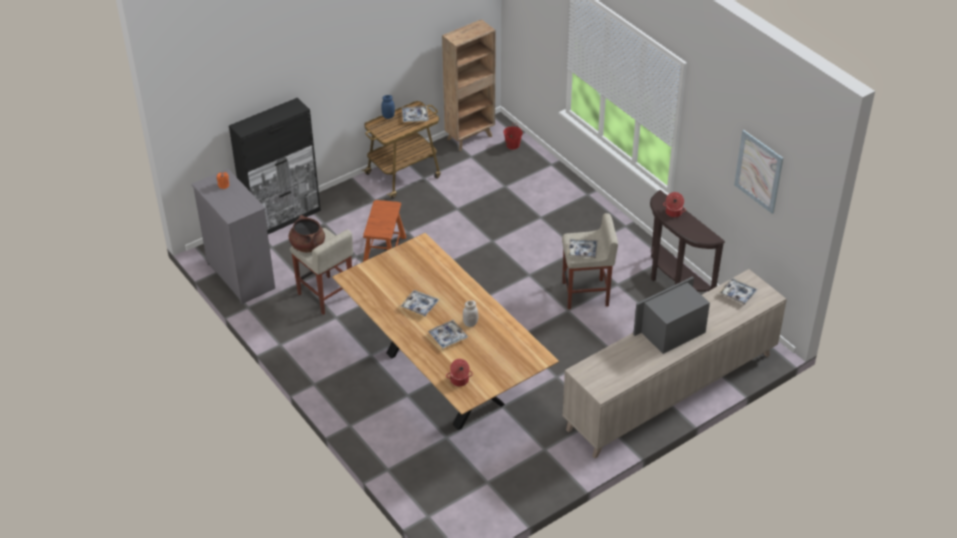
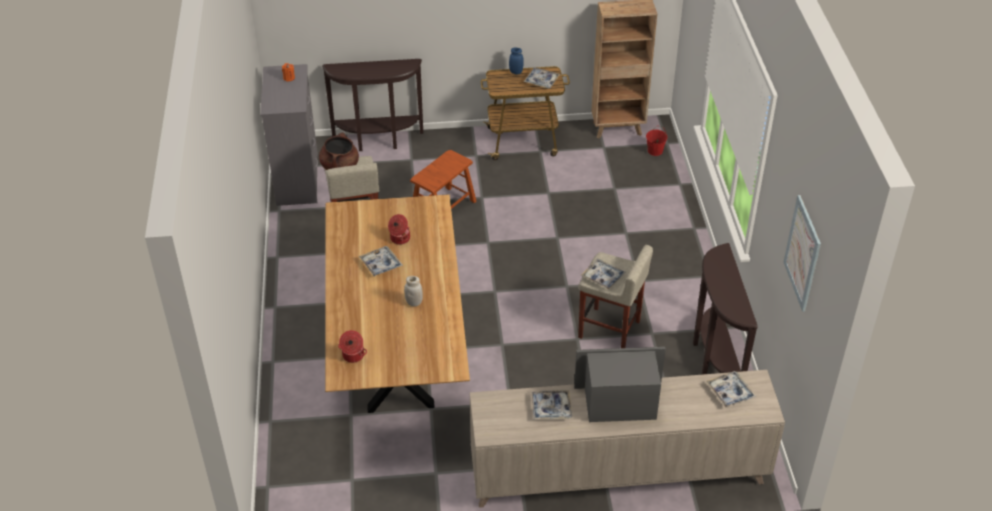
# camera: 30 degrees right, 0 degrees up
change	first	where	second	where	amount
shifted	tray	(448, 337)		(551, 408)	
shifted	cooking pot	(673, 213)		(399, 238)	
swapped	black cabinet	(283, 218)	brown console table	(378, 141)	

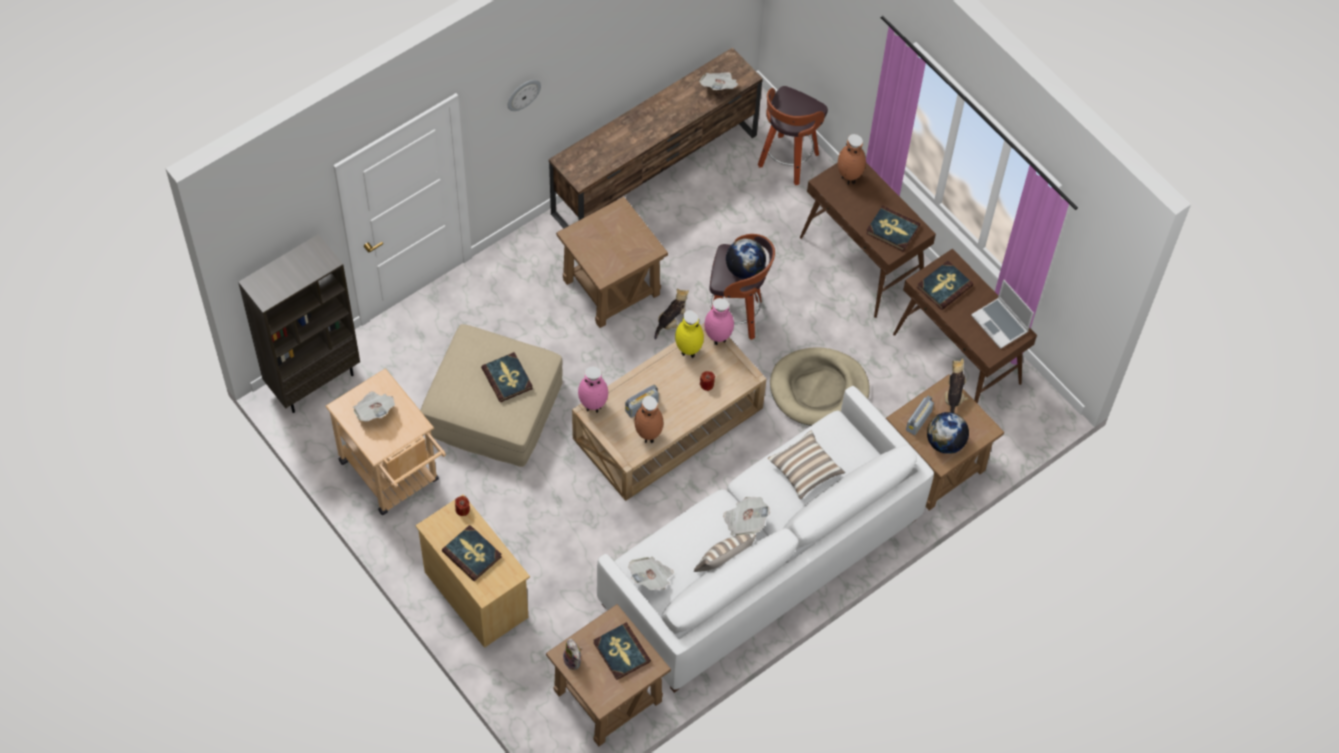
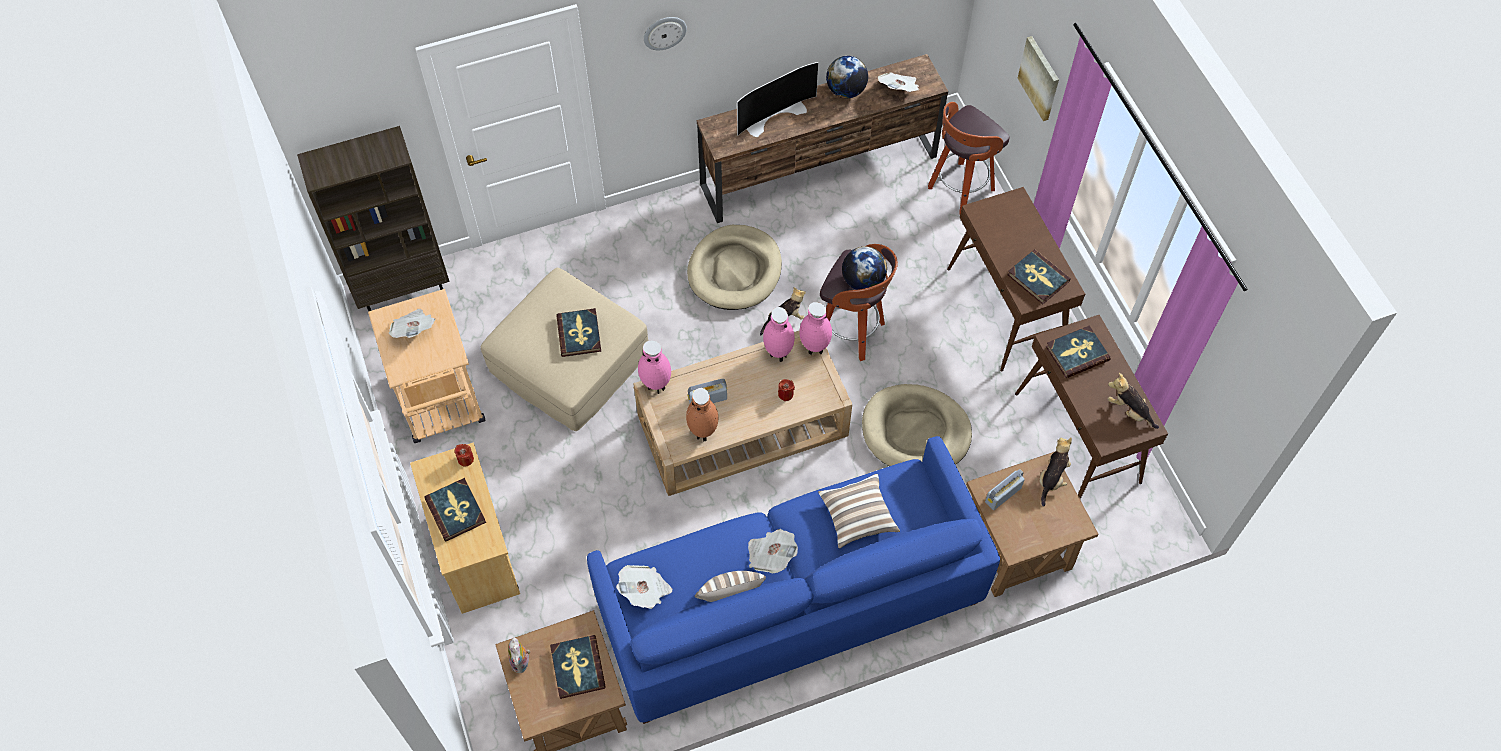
# camera: 20 degrees right, 0 degrees up
change	first	where	second	where	amount
gone	brown vase	(849, 178)			
new			television	(774, 114)	
new			picture	(1040, 78)	
shifted	globe	(945, 443)		(846, 91)	
swapped	brown side table	(611, 286)	beige dog bed	(735, 270)	
swapped	laptop	(1000, 324)	plush toy	(1129, 411)	
repainted	white sofa	(760, 561)	blue sofa	(789, 602)	
repainted	yellow vase	(687, 352)	pink vase	(777, 354)	

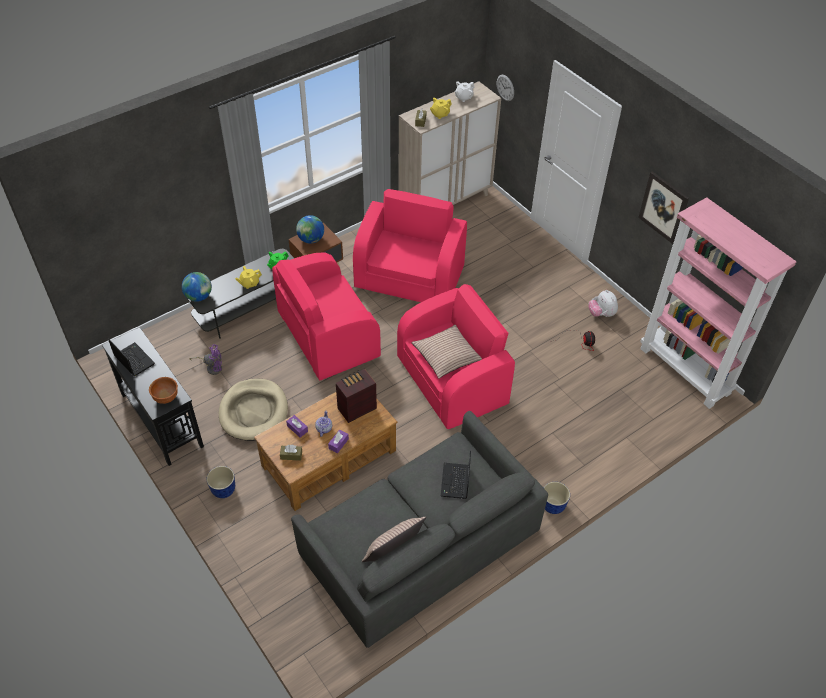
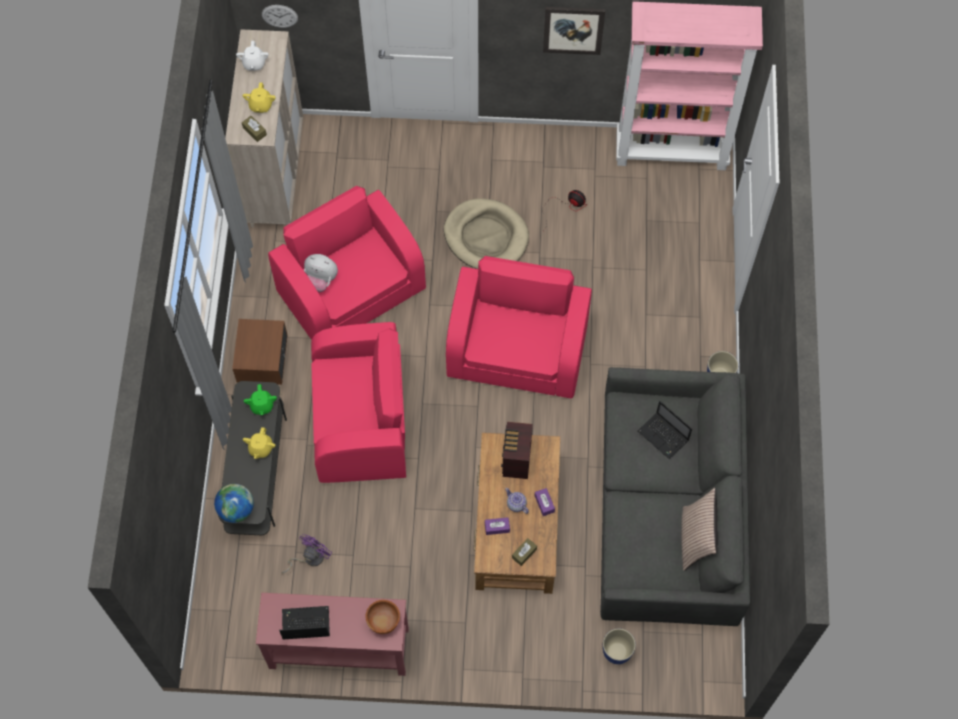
# camera: 50 degrees left, 15 degrees up
change	first	where	second	where	amount
gone	globe	(311, 239)			
gone	pillow	(446, 356)			
shifted	planter	(223, 490)		(616, 652)	
shifted	beige dog bed	(254, 412)		(486, 237)	
shifted	plush toy	(601, 314)		(320, 280)	
repainted	black console table	(161, 419)	red console table	(338, 648)	
rotated	pink armchair	(327, 335)		(362, 421)	105 degrees counterclockwise

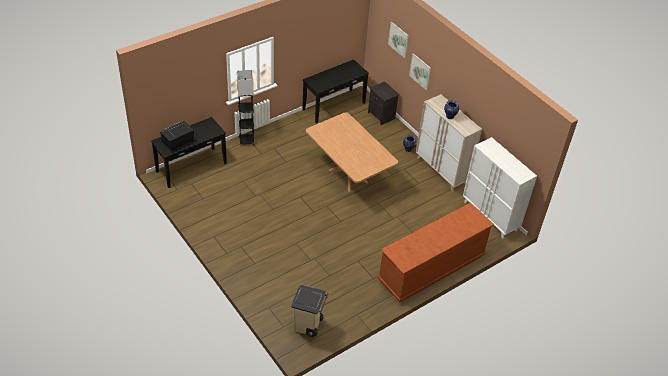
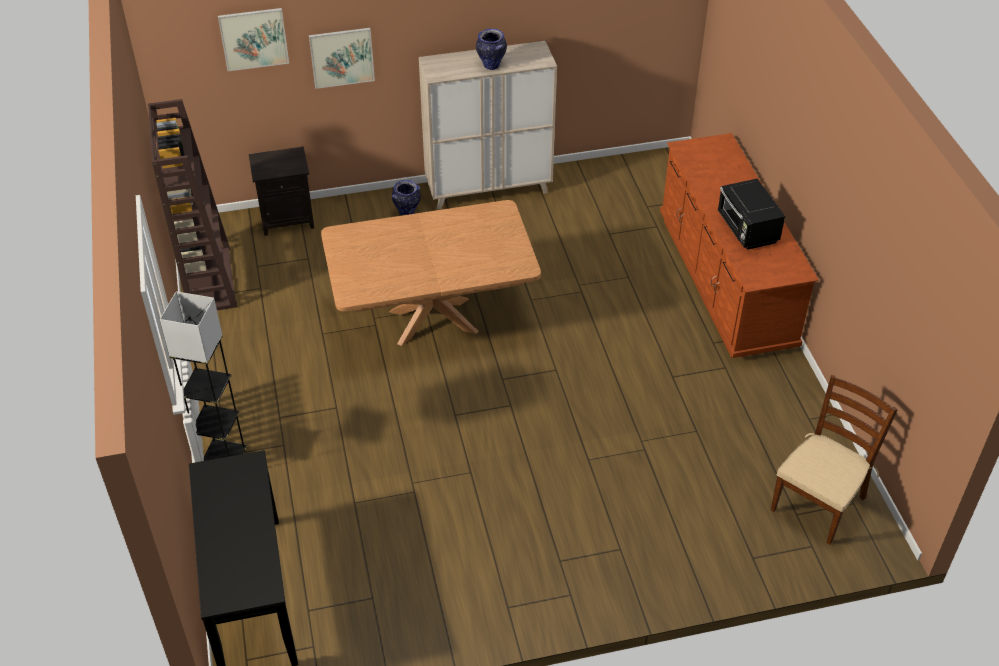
# camera: 65 degrees left, 0 degrees up
change	first	where	second	where	amount
gone	white cabinet	(490, 216)			
shifted	black microwave	(177, 143)		(747, 230)	
swapped	beige trash can	(308, 325)	brown chair	(818, 503)	
swapped	black console table	(333, 106)	brown bookcase	(209, 280)	

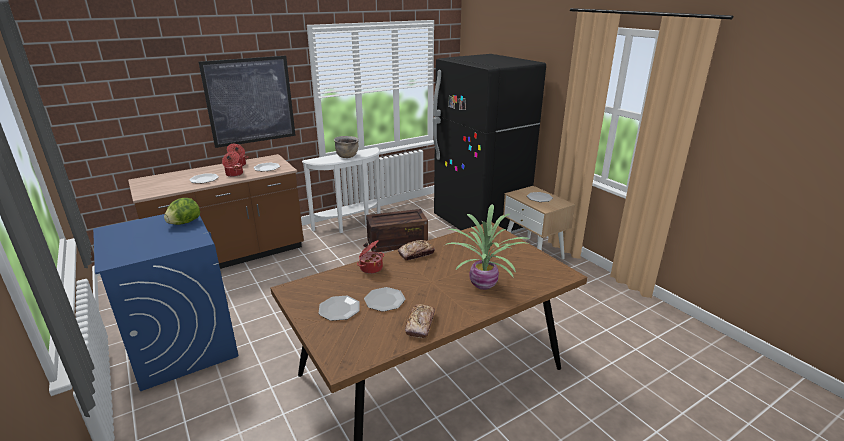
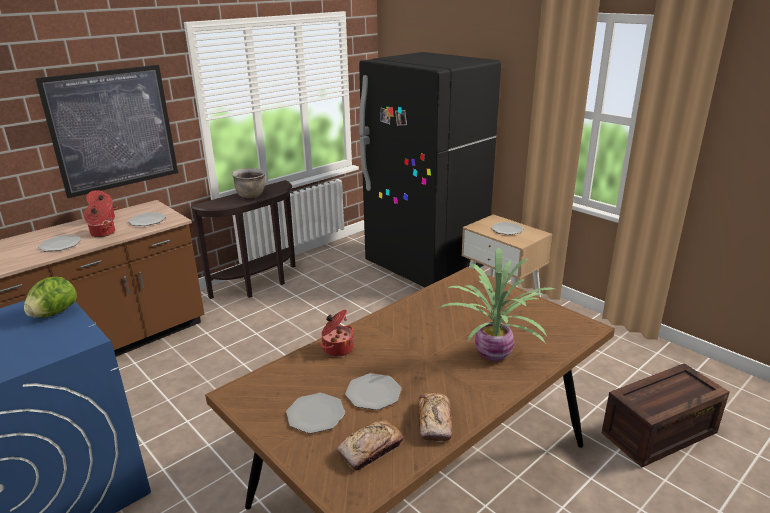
# camera: 10 degrees left, 0 degrees up
change	first	where	second	where	amount
shifted	crate	(396, 243)		(659, 434)	
shifted	bread	(416, 254)		(371, 450)	
repainted	white console table	(350, 225)	brown console table	(260, 285)	

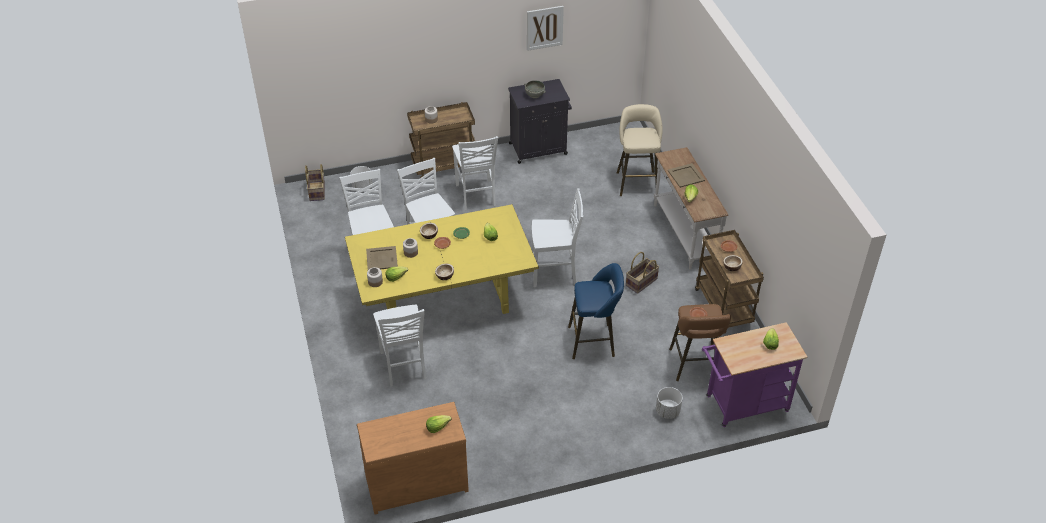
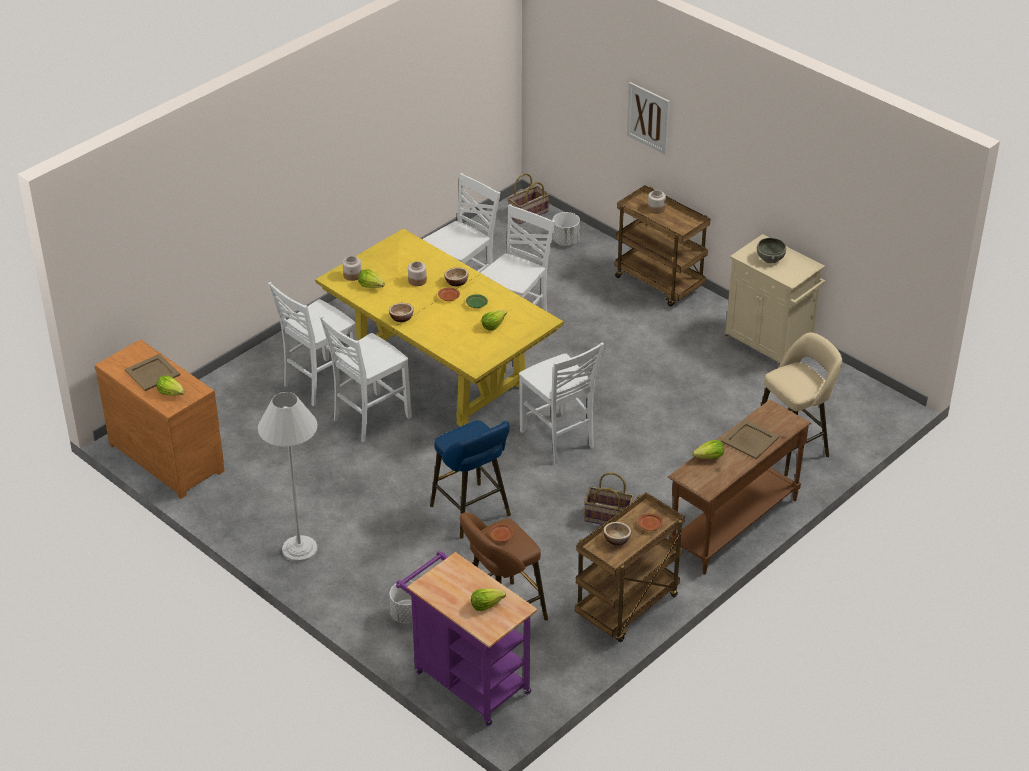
# camera: 60 degrees right, 5 degrees down
change	first	where	second	where	amount
new			white floor lamp	(299, 549)	
shifted	beige tray	(381, 258)		(152, 372)	
shifted	white chair	(476, 196)		(369, 418)	
shifted	picture	(544, 27)		(648, 118)	
repainted	black cabinet	(539, 149)	beige cabinet	(770, 343)	
repainted	white console table	(683, 234)	brown console table	(732, 525)	

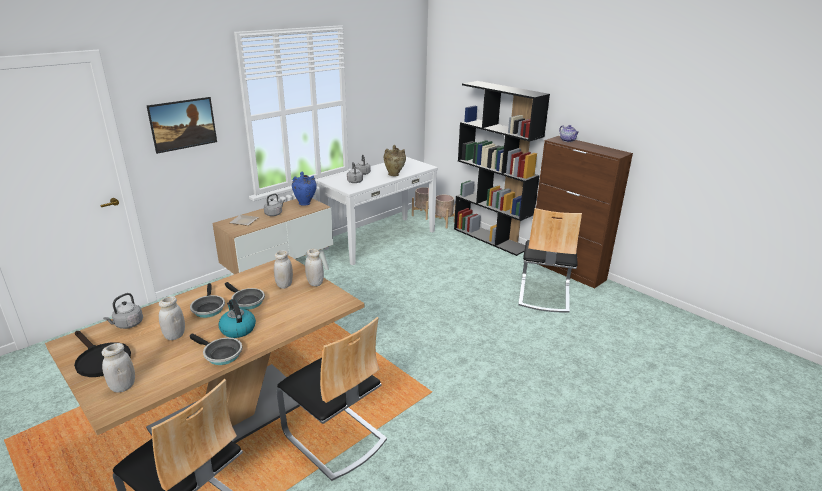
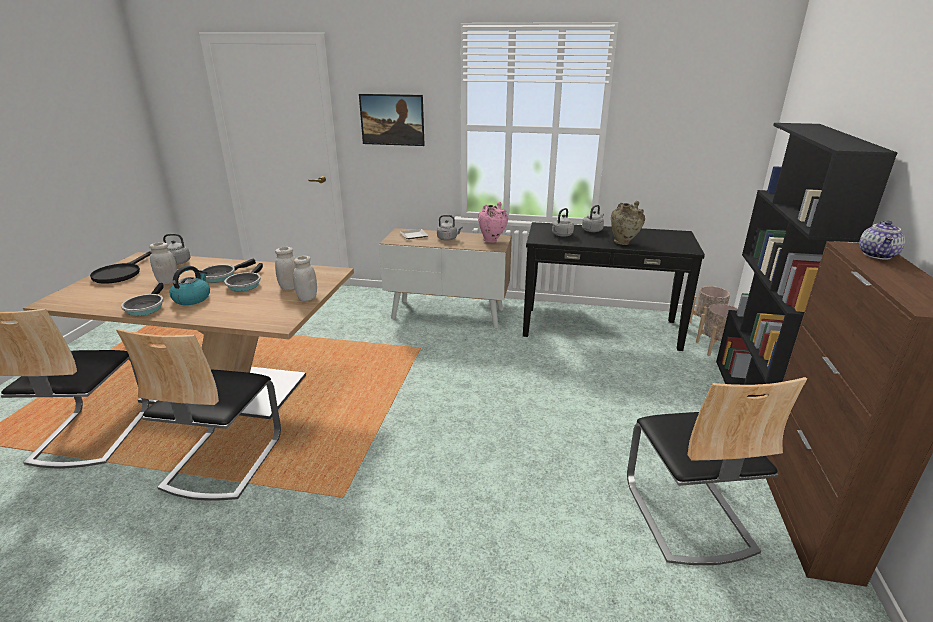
# camera: 55 degrees right, 0 degrees up
change	first	where	second	where	amount
gone	white jar	(123, 386)			
repainted	blue vase	(305, 203)	pink vase	(492, 240)	
repainted	white console table	(380, 239)	black console table	(600, 328)	
rotated	chair	(543, 294)		(687, 515)	75 degrees counterclockwise

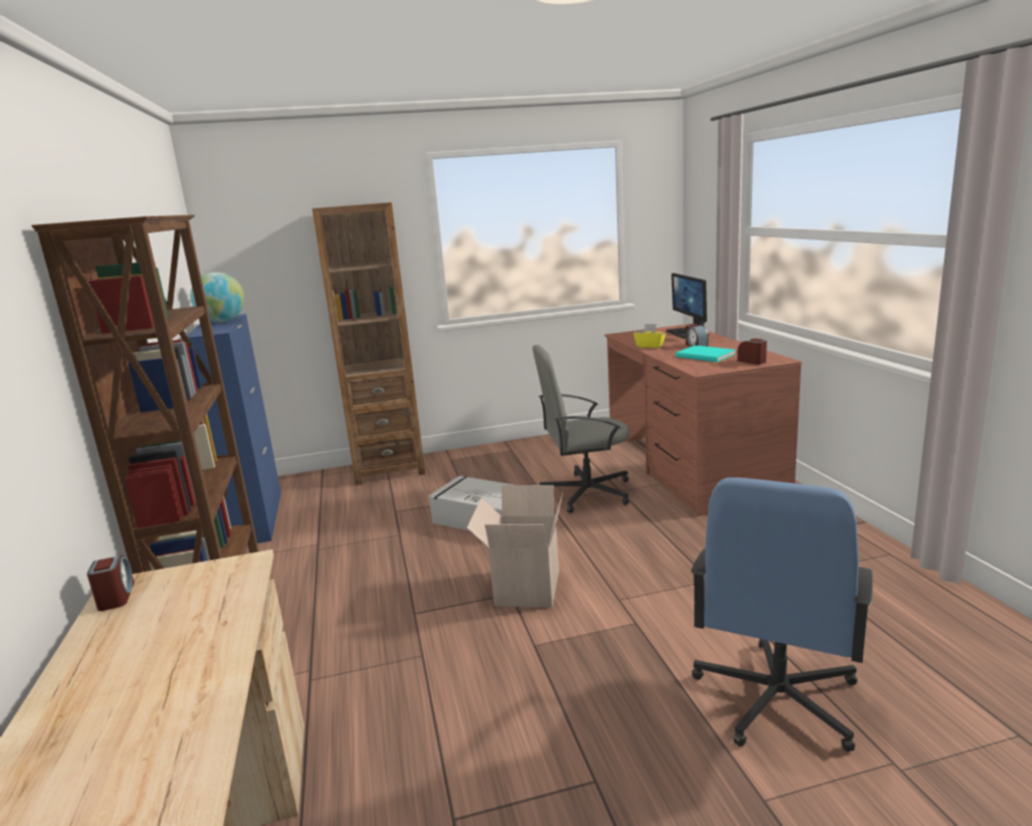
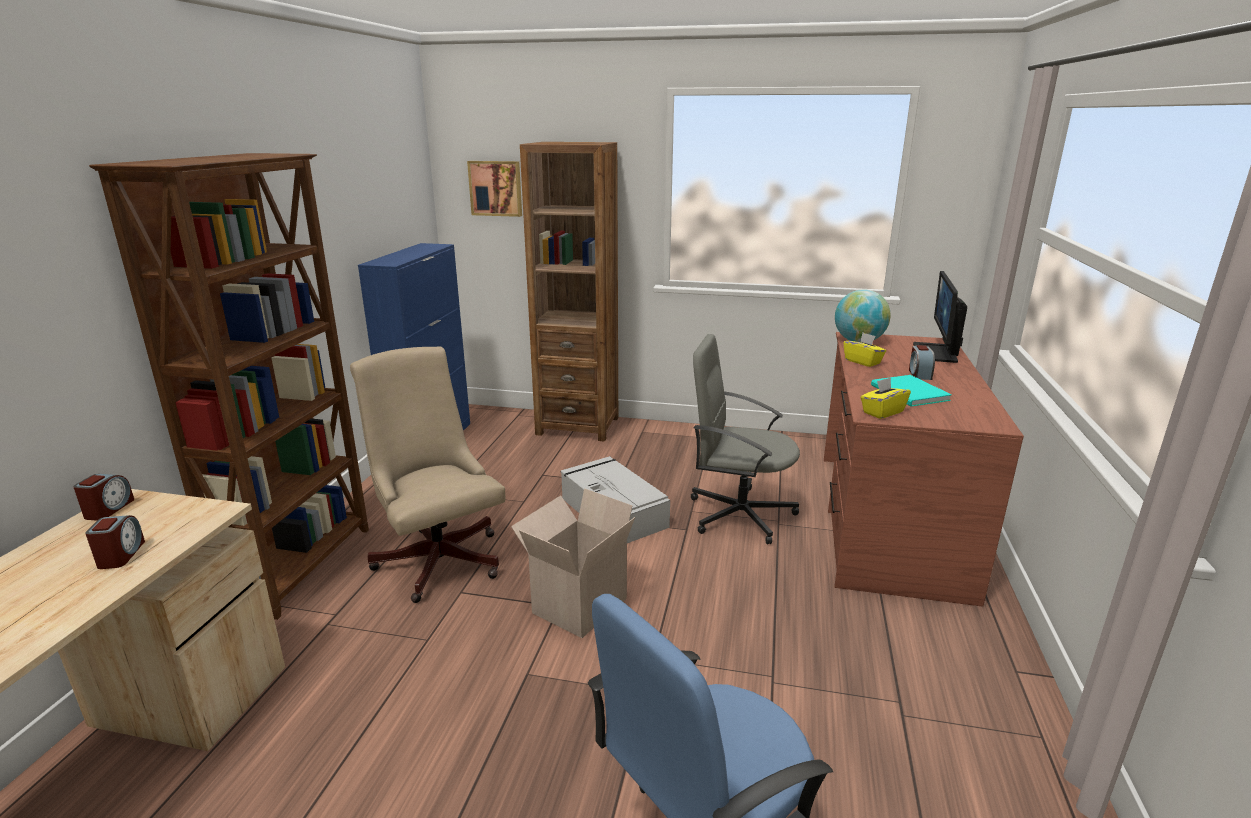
# camera: 25 degrees right, 5 degrees up
change	first	where	second	where	amount
new			beige office chair	(438, 556)	
new			picture	(496, 188)	
new			yellow tissue box	(882, 412)	
shifted	globe	(222, 322)		(858, 341)	
shifted	alarm clock	(752, 361)		(121, 555)	

